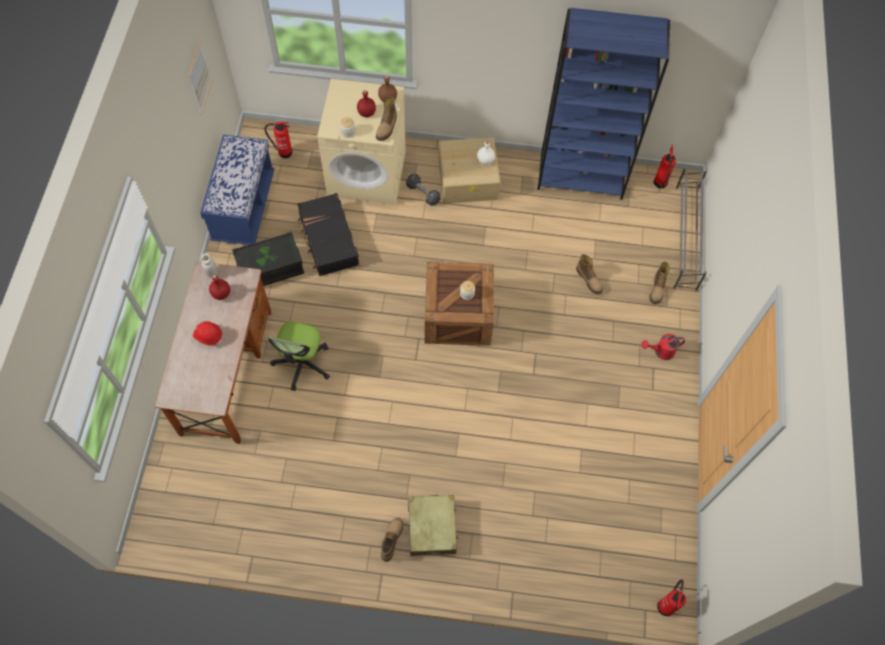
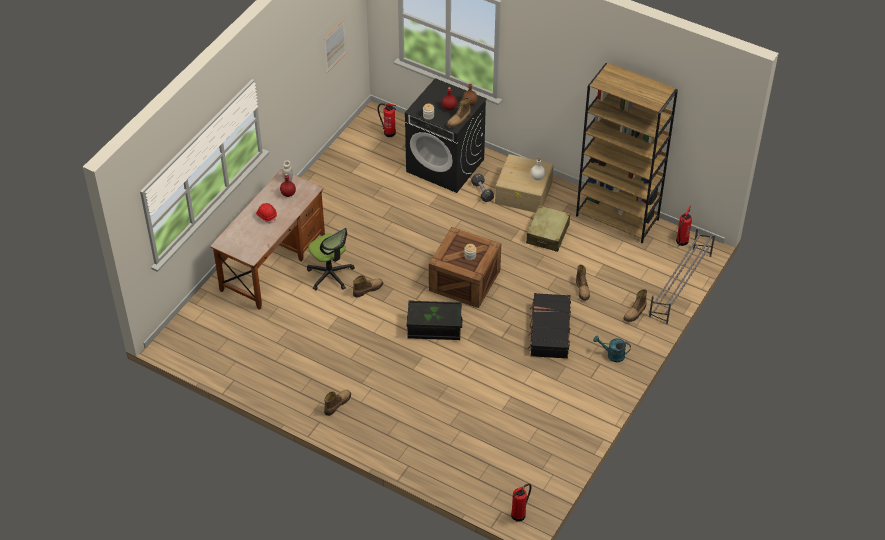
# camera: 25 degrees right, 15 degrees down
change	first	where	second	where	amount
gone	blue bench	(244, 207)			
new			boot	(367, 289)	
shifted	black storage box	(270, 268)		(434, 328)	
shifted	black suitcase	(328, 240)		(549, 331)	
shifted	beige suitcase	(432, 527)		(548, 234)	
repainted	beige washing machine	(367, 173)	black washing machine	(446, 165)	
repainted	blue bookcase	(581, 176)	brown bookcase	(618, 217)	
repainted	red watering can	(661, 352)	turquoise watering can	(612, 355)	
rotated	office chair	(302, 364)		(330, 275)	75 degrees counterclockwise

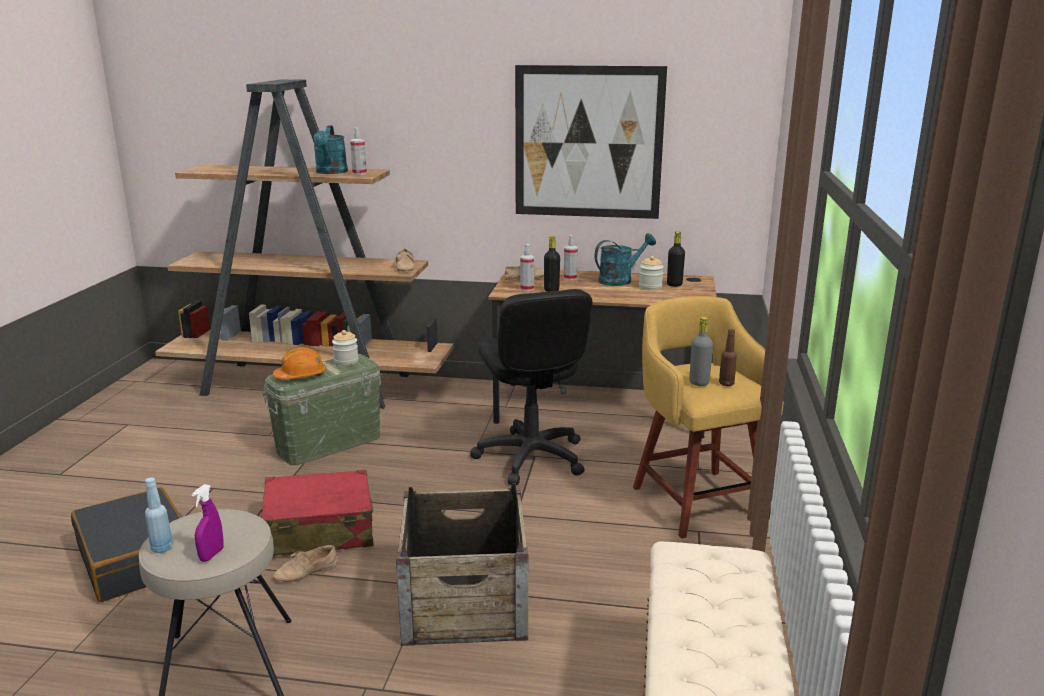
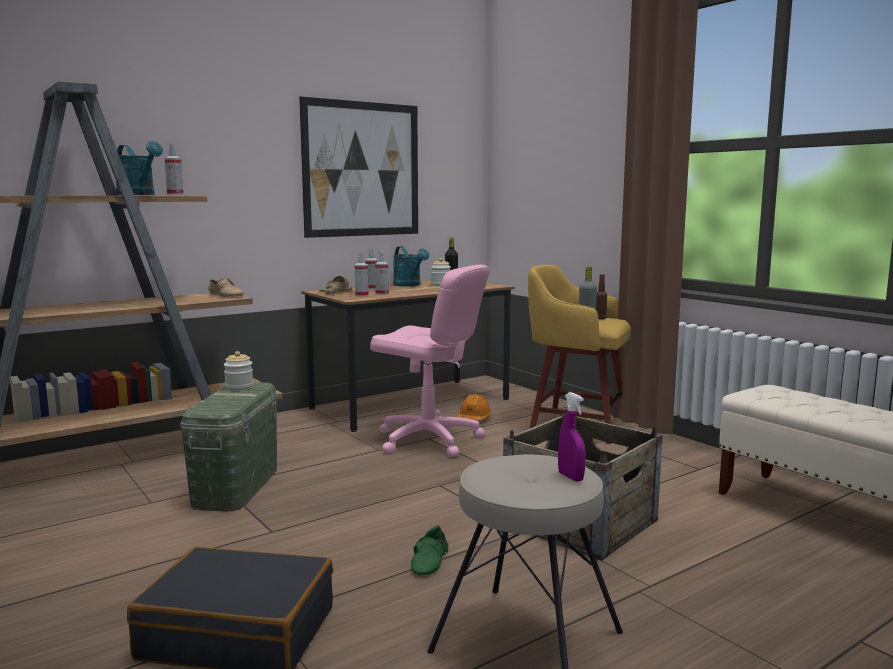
# camera: 45 degrees left, 10 degrees down
change	first	where	second	where	amount
gone	blue bottle	(162, 548)			
gone	red suitcase	(318, 530)			
shifted	orange hard hat	(301, 376)		(474, 418)	
swapped	black bottle	(551, 290)	spray bottle	(382, 294)	
repainted	beige shoe	(306, 572)	green shoe	(431, 561)	
repainted	black office chair	(530, 457)	pink office chair	(428, 440)	
rotated	turquoise watering can	(620, 280)		(409, 285)	135 degrees clockwise

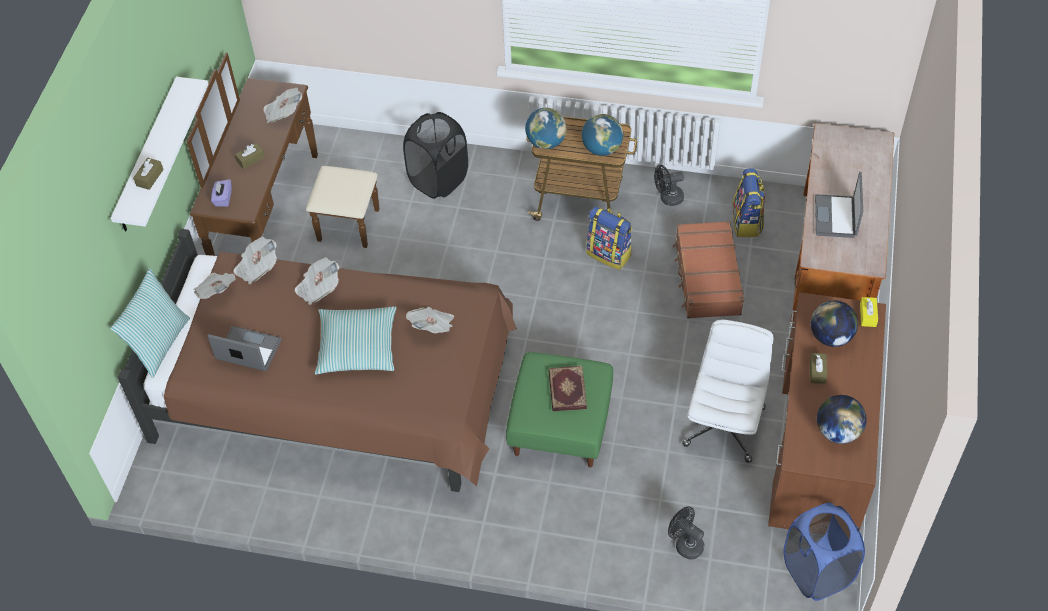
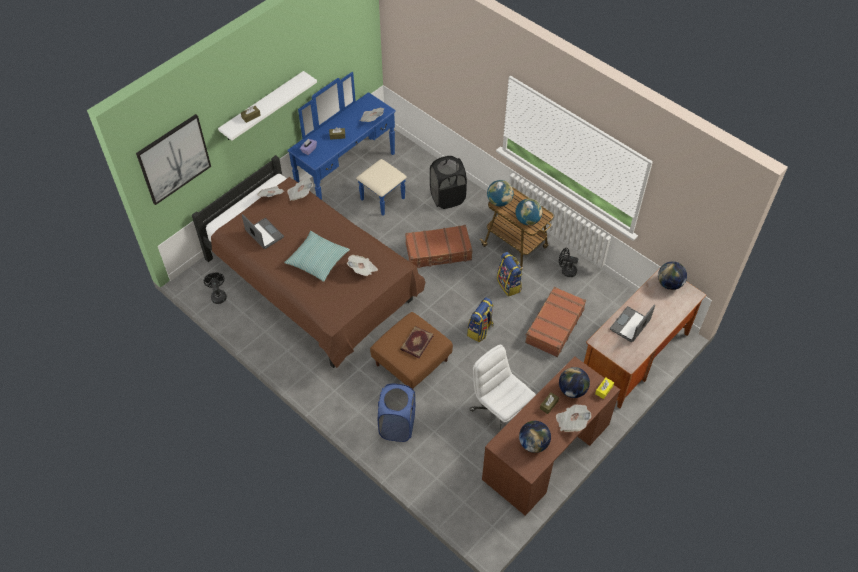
# camera: 30 degrees right, 0 degrees up
change	first	where	second	where	amount
gone	pillow	(159, 344)			
new			picture	(174, 159)	
new			brown suitcase	(438, 252)	
new			globe	(669, 284)	
shifted	newspaper	(318, 288)		(571, 422)	
shifted	black fan	(685, 544)		(218, 295)	
shifted	backpack	(747, 222)		(480, 330)	
shifted	blue laundry basket	(816, 572)		(397, 426)	
repainted	brown dresser	(286, 215)	blue dresser	(355, 178)	
repainted	green ottoman	(560, 425)	brown ottoman	(411, 362)	
rotated	white office chair	(724, 425)		(500, 411)	90 degrees counterclockwise

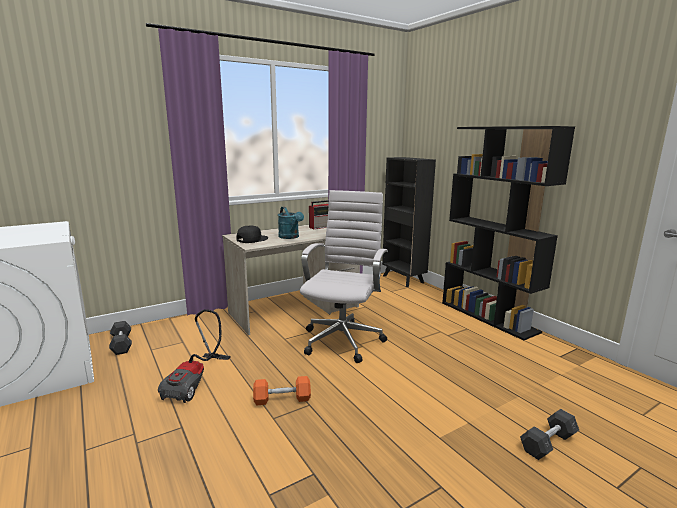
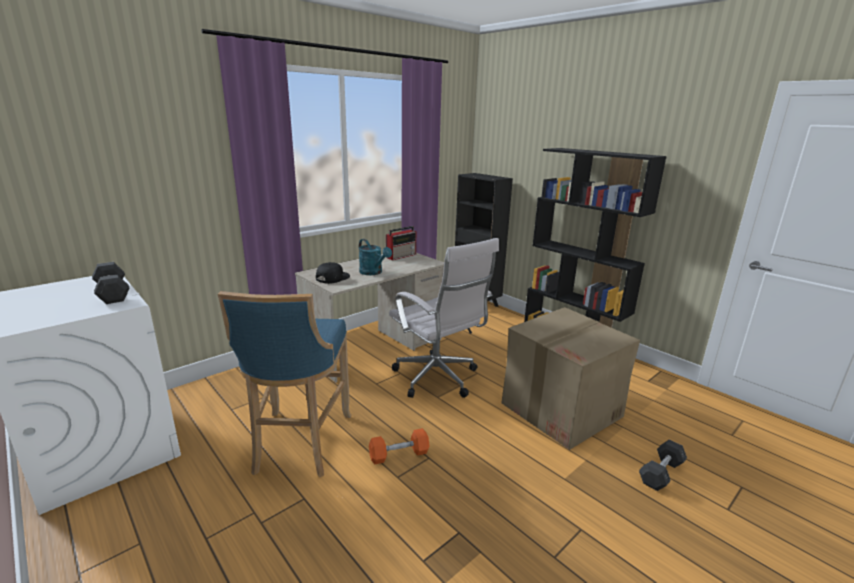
# camera: 10 degrees left, 5 degrees up
change	first	where	second	where	amount
new			cardboard box	(562, 409)	
shifted	grey dumbbell	(121, 344)		(112, 293)	
swapped	vacuum cleaner	(196, 383)	blue stool	(299, 445)	
rotated	white office chair	(343, 339)		(438, 379)	135 degrees clockwise

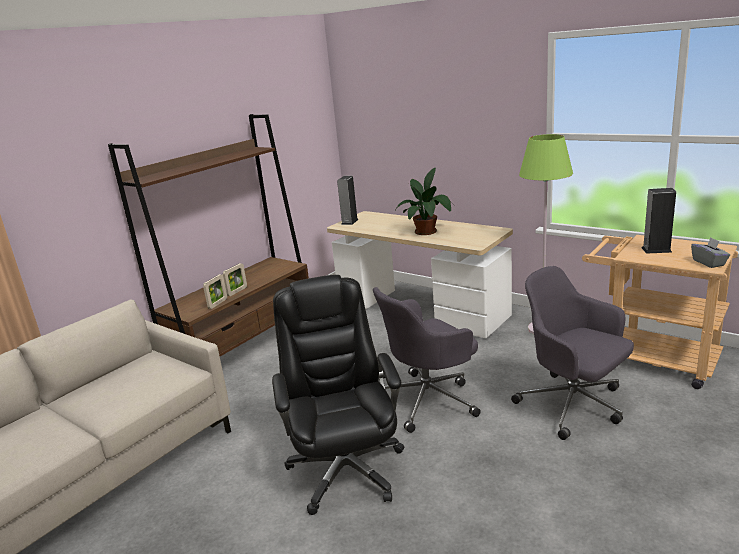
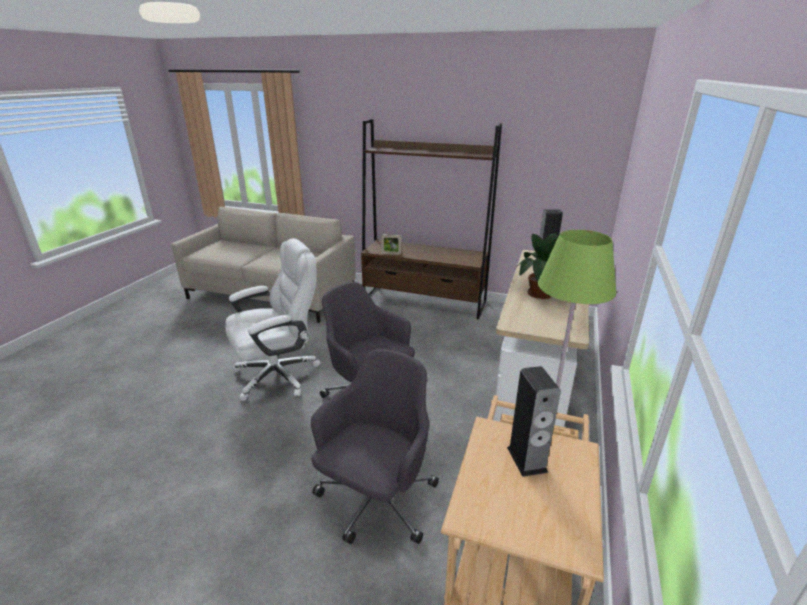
# camera: 70 degrees right, 5 degrees up
change	first	where	second	where	amount
gone	picture frame	(237, 291)			
gone	grey tissue box	(709, 263)			
repainted	black office chair	(345, 468)	white office chair	(279, 375)	

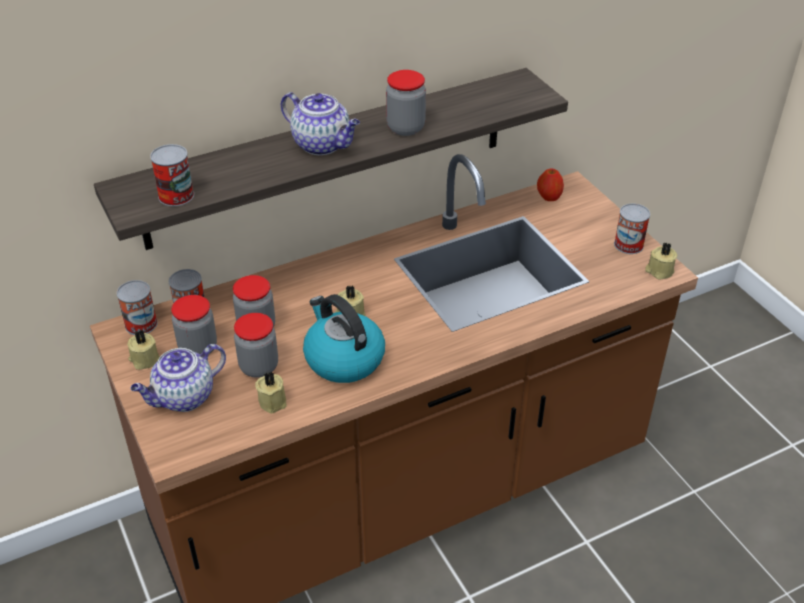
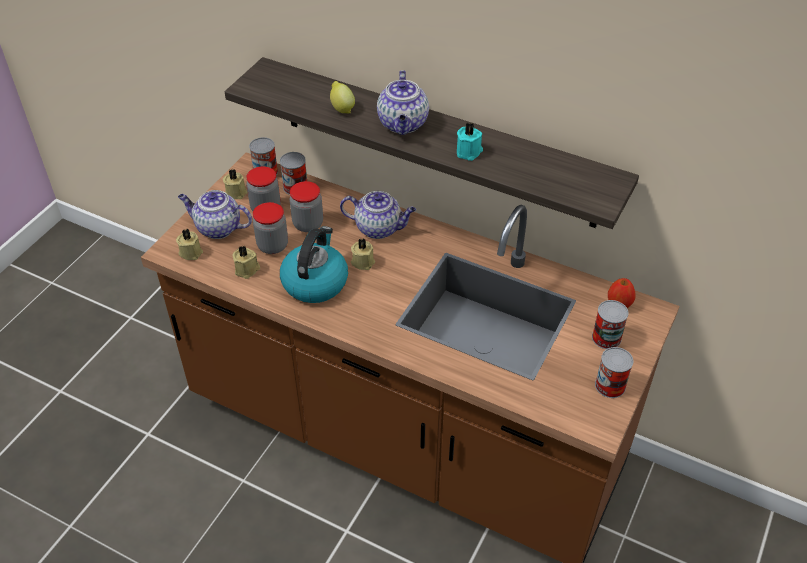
# camera: 55 degrees right, 5 degrees up
change	first	where	second	where	amount
new			lemon	(342, 108)	
new			teapot	(379, 228)	
shifted	can	(176, 195)		(606, 338)	
shifted	beige candle	(659, 271)		(191, 252)	
swapped	jar	(405, 128)	turquoise candle	(469, 152)	

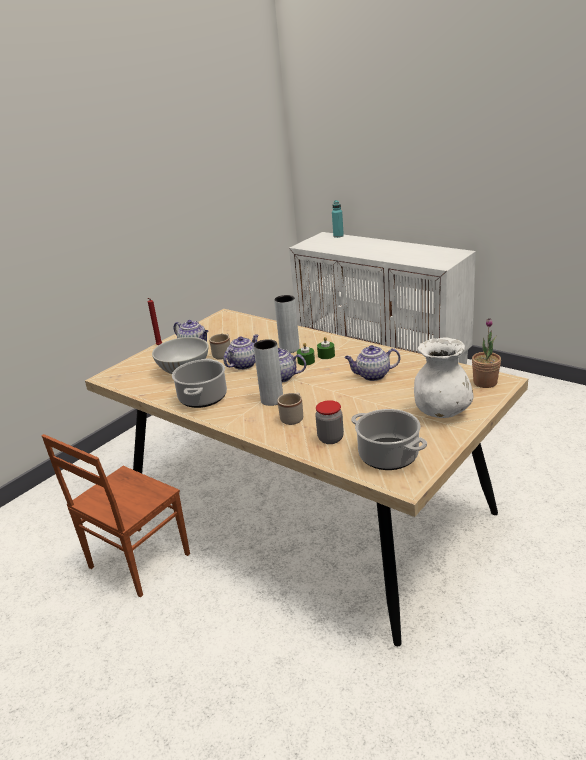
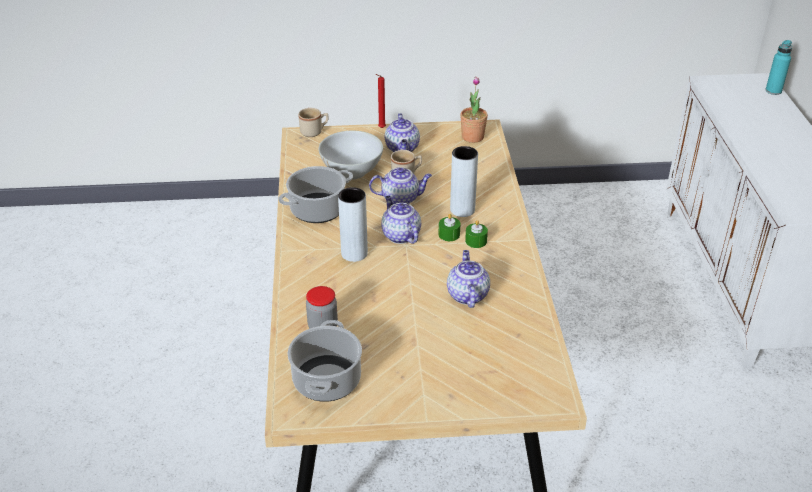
# camera: 45 degrees right, 10 degrees up
change	first	where	second	where	amount
gone	brown chair	(137, 561)			
gone	white vase	(441, 412)			
shifted	beige mug	(293, 417)		(314, 132)	
shifted	potted plant	(485, 382)		(472, 137)	
rotated	teapot	(372, 376)		(467, 295)	45 degrees clockwise

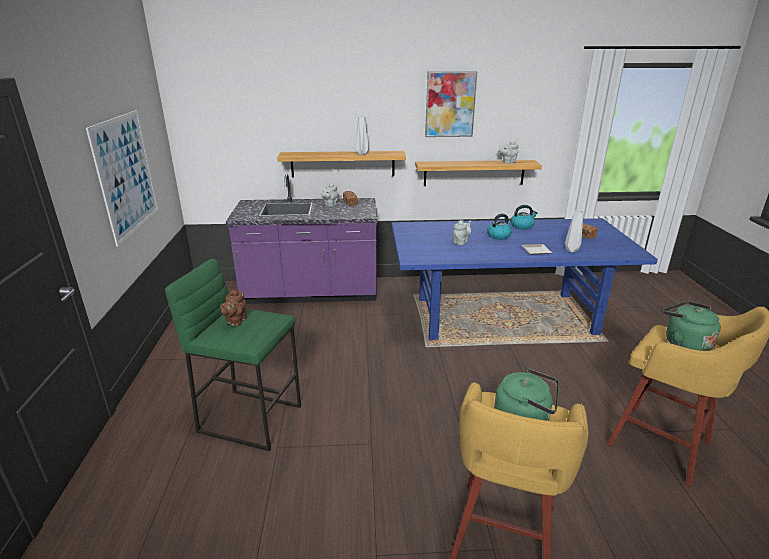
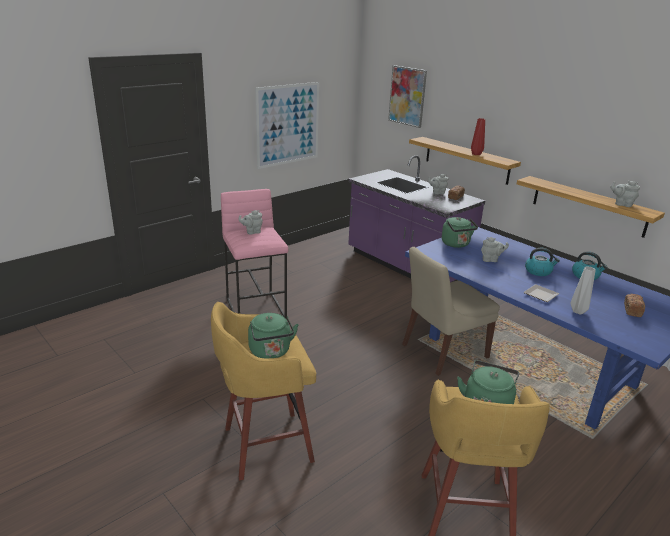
# camera: 50 degrees right, 0 degrees up
change	first	where	second	where	amount
new			beige chair	(442, 352)	
new			green kettle	(456, 244)	
shifted	picture	(450, 104)		(407, 96)	
repainted	green stool	(251, 418)	pink stool	(256, 308)	
repainted	brown teapot	(235, 321)	grey teapot	(252, 232)	
repainted	grey vase	(363, 154)	red vase	(476, 154)	

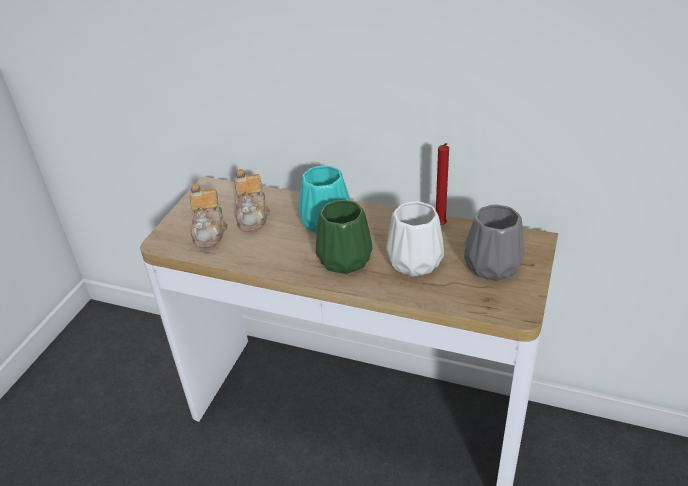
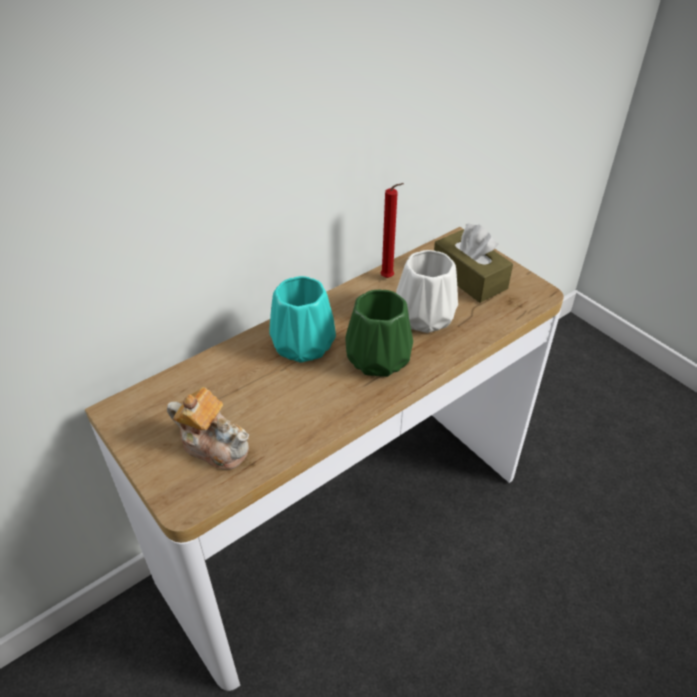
# camera: 60 degrees left, 5 degrees up
change	first	where	second	where	amount
gone	teapot	(253, 216)			
swapped	grey vase	(491, 265)	brown tissue box	(469, 277)	

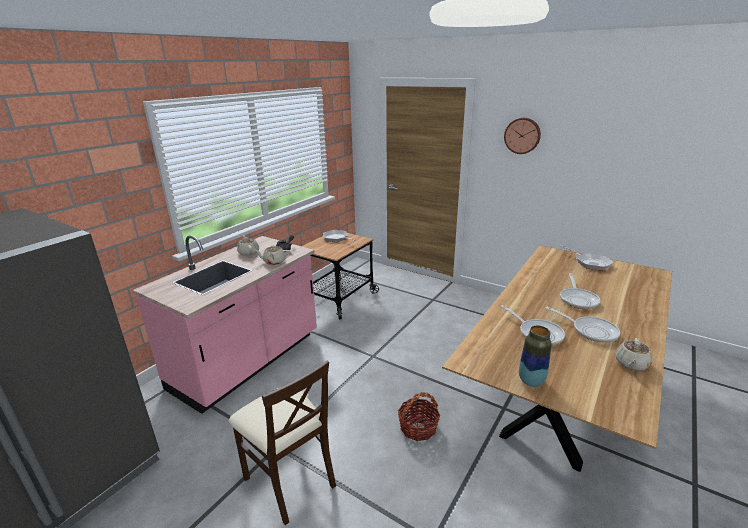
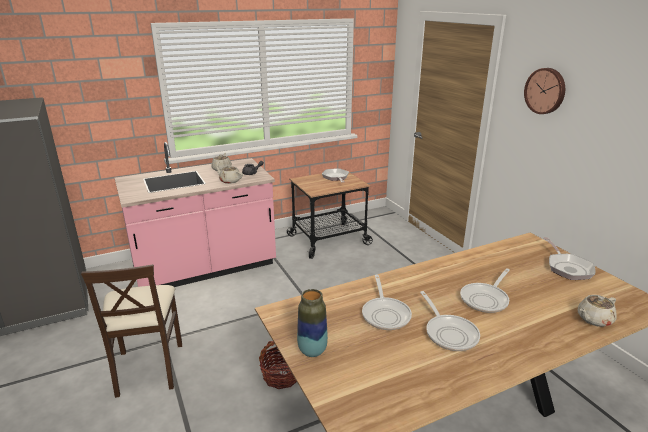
# camera: 30 degrees right, 0 degrees up
change	first	where	second	where	amount
shifted	beige teapot	(631, 364)		(593, 319)	

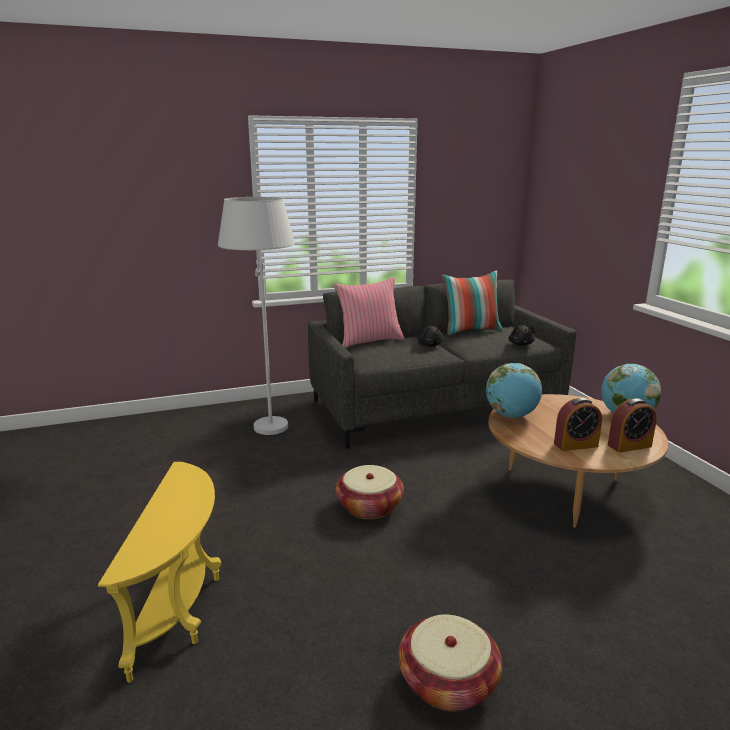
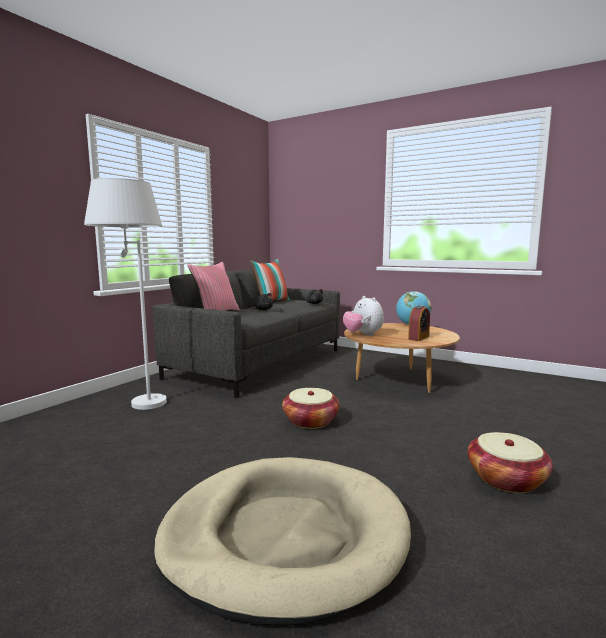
# camera: 40 degrees left, 10 degrees down
change	first	where	second	where	amount
gone	alarm clock	(629, 446)			
swapped	yellow side table	(182, 608)	beige dog bed	(284, 537)	
swapped	globe	(511, 415)	plush toy	(363, 335)	

